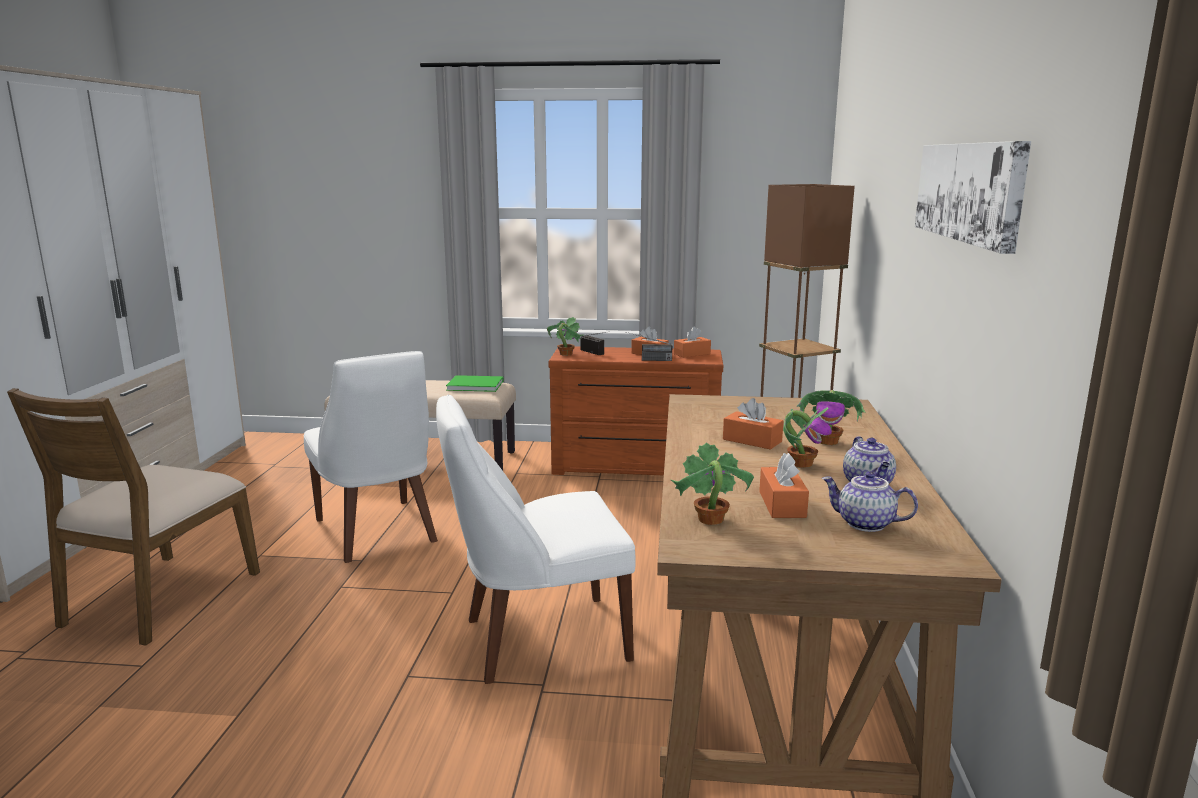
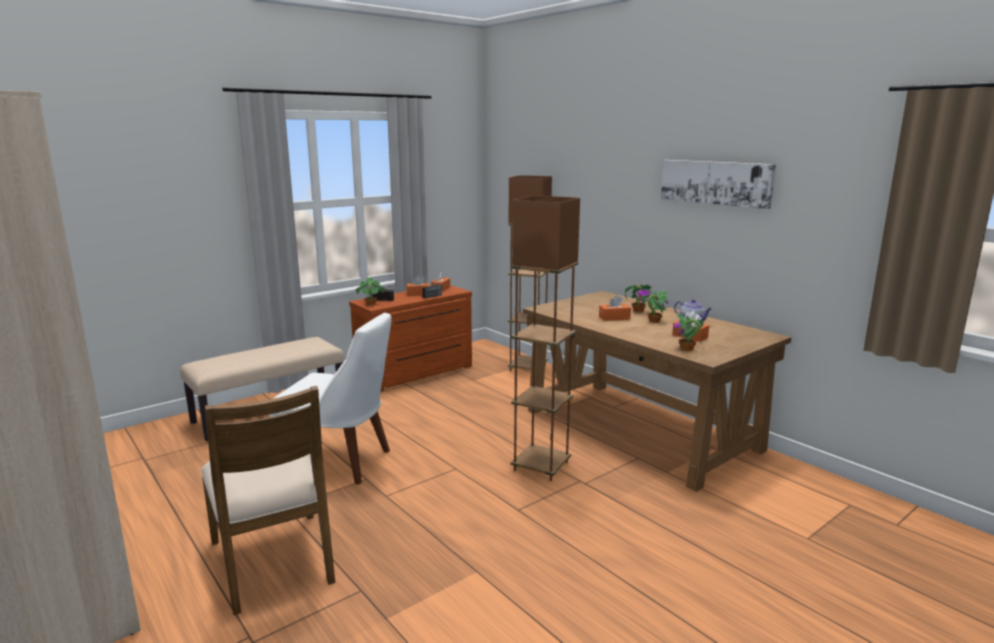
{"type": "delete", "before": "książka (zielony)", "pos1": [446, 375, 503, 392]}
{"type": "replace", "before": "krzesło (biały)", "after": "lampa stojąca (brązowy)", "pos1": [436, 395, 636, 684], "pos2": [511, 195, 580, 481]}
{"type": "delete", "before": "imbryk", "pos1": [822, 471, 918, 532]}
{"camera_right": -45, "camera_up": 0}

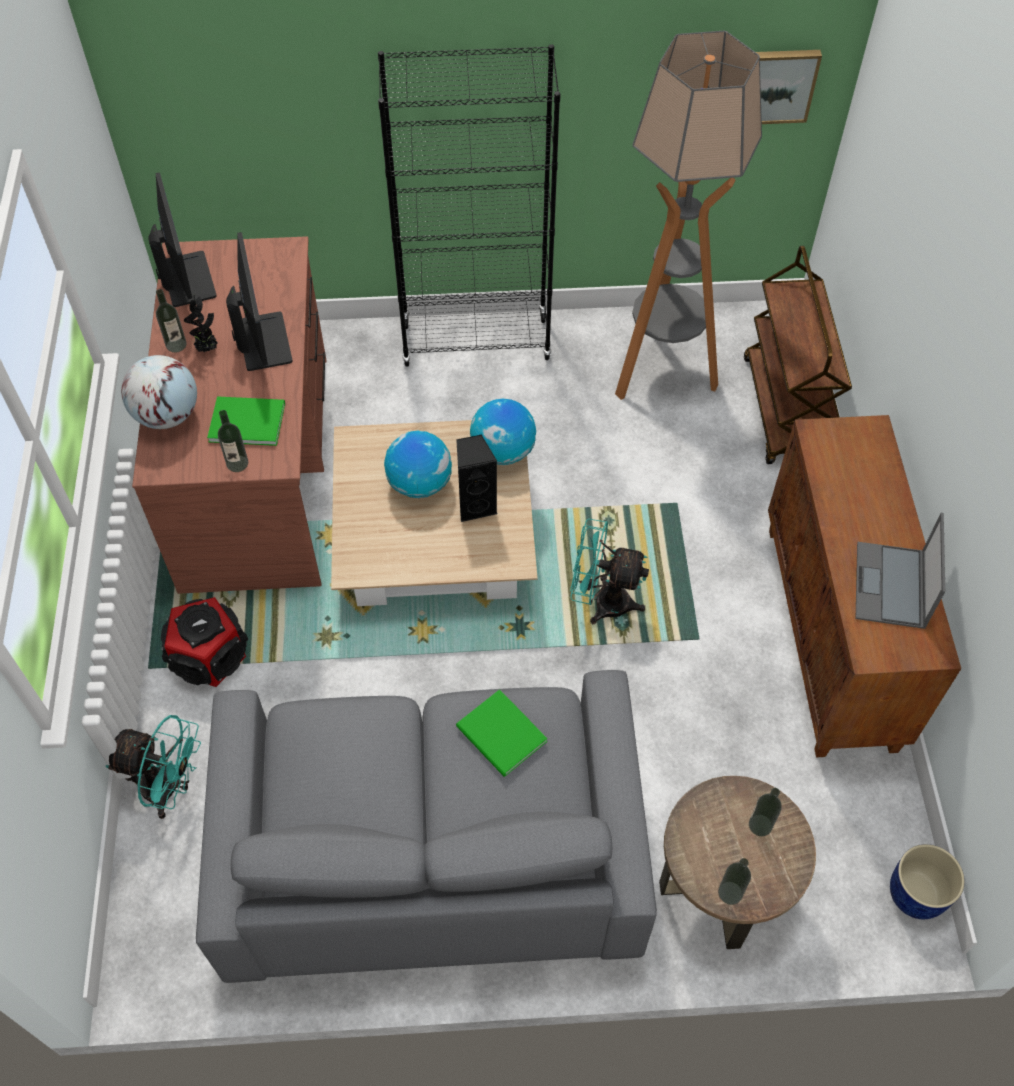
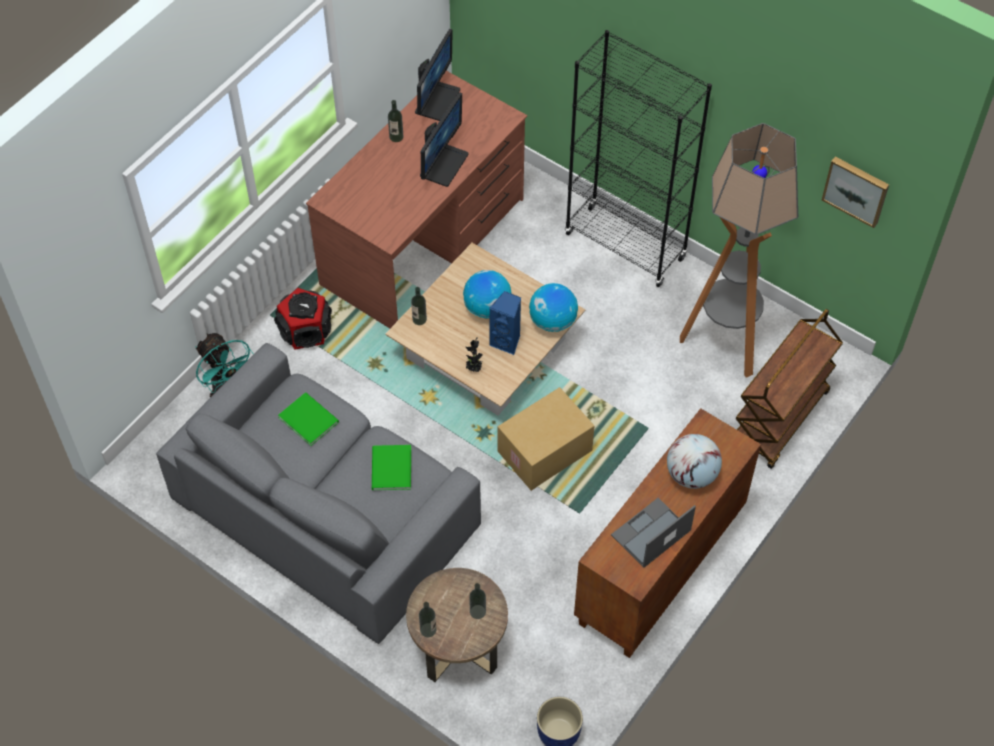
{"type": "move", "before": "roślina doniczkowa", "pos1": [184, 295, 217, 352], "pos2": [466, 337, 483, 372]}
{"type": "move", "before": "globus", "pos1": [121, 355, 197, 429], "pos2": [667, 434, 722, 489]}
{"type": "move", "before": "książka (zielony)", "pos1": [207, 396, 285, 446], "pos2": [278, 392, 339, 446]}
{"type": "move", "before": "butelka", "pos1": [218, 410, 248, 472], "pos2": [411, 287, 427, 325]}
{"type": "recolor", "before": "głośnik (czarny)", "after": "głośnik (niebieski)", "pos1": [456, 434, 498, 522], "pos2": [489, 291, 521, 355]}
{"type": "replace", "before": "wentylator (turkusowy)", "after": "karton", "pos1": [570, 519, 649, 624], "pos2": [498, 387, 595, 491]}
{"camera_right": 40, "camera_up": 0}

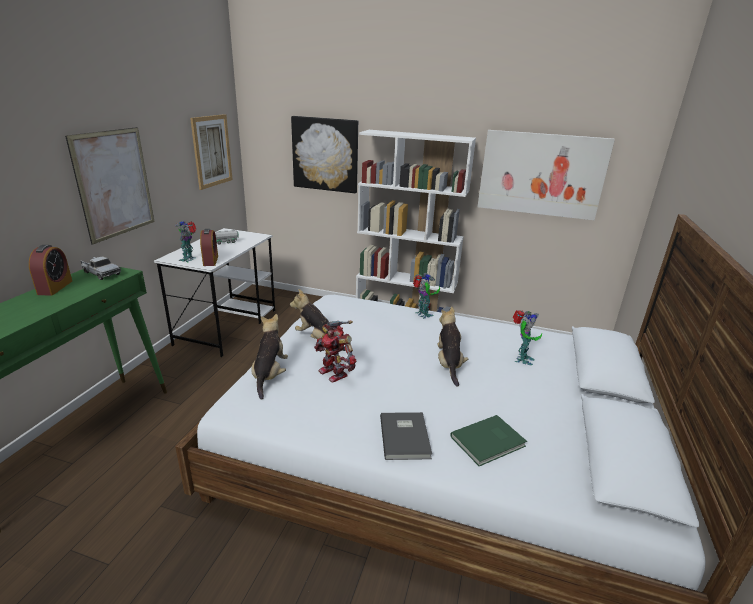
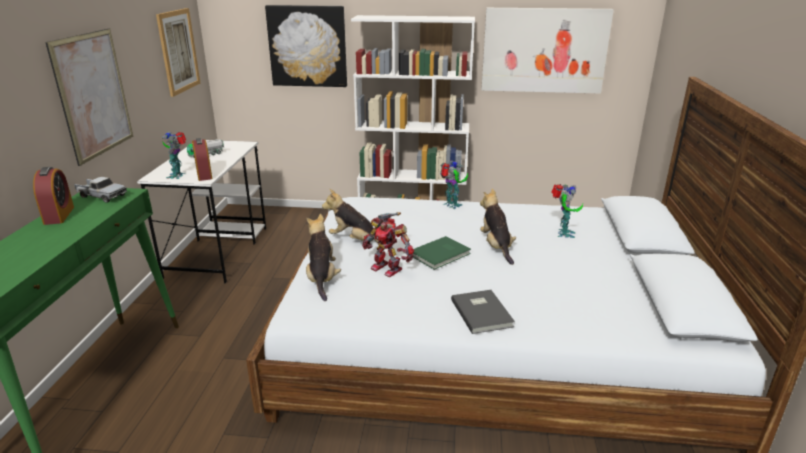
{"type": "move", "before": "książka (zielony)", "pos1": [450, 415, 527, 466], "pos2": [413, 236, 471, 270]}
{"camera_right": -10, "camera_up": 0}

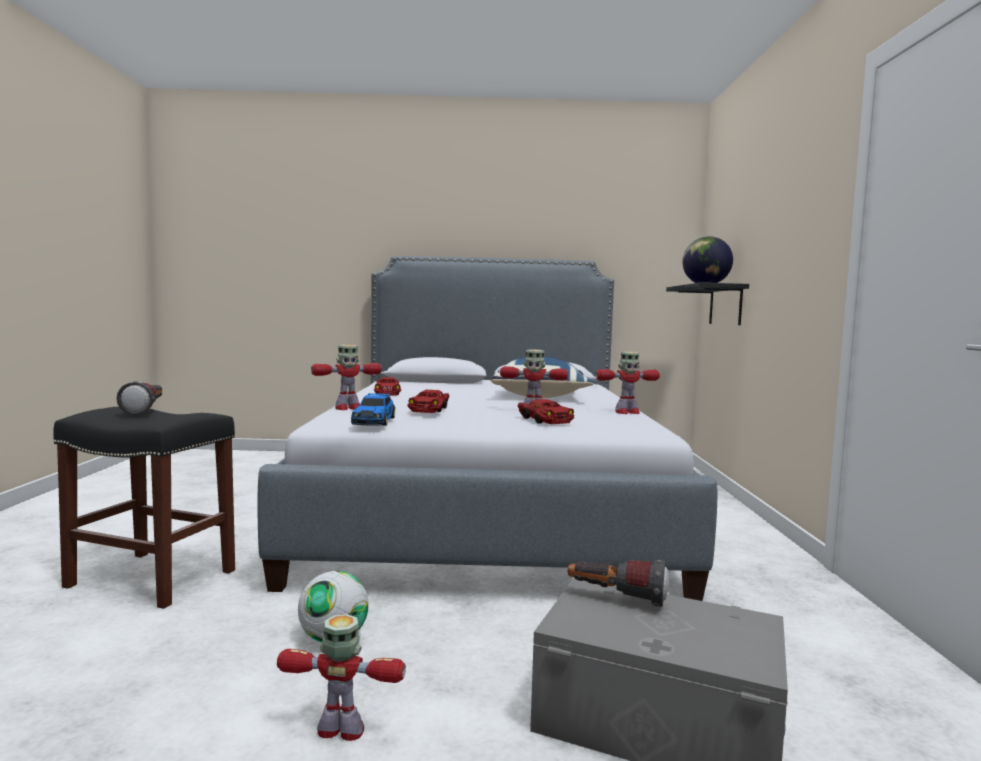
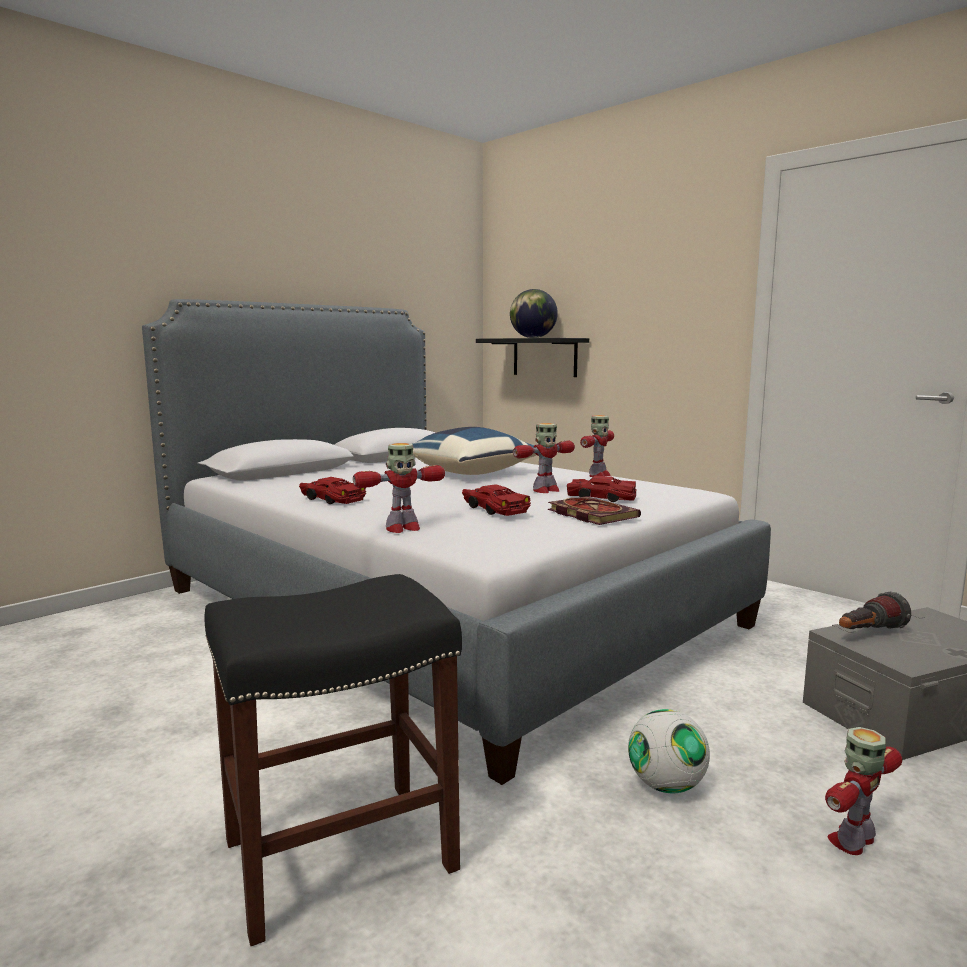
{"type": "rotate", "before": "robot zabawkowy", "pos1": [311, 345, 382, 410], "pos2": [353, 443, 445, 533], "turn": 45}
{"type": "delete", "before": "latarka", "pos1": [116, 381, 162, 416]}
{"type": "delete", "before": "samochodzik", "pos1": [351, 393, 395, 426]}
{"type": "insert", "after": "książka", "pos2": [548, 496, 641, 525]}
{"camera_right": -45, "camera_up": 5}

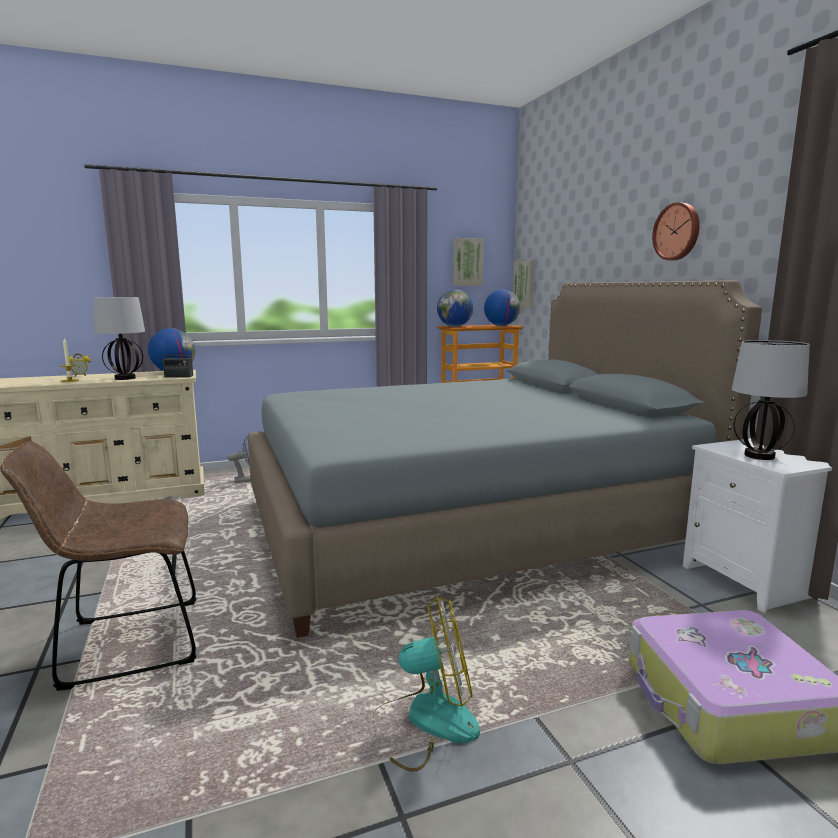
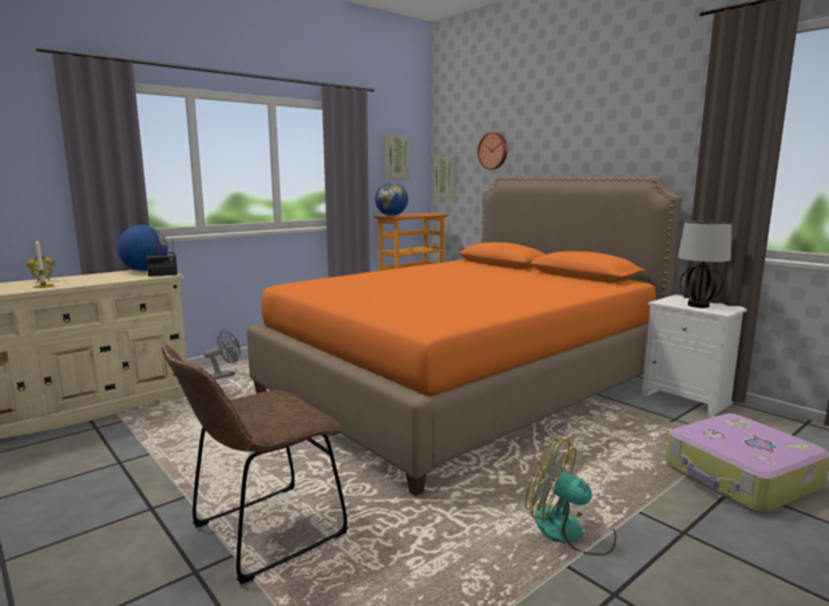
{"type": "move", "before": "zegar ścienny", "pos1": [652, 202, 700, 260], "pos2": [477, 132, 508, 170]}
{"type": "recolor", "before": "łóżko (szary)", "after": "łóżko (pomarańczowy)", "pos1": [248, 280, 762, 638], "pos2": [247, 177, 682, 496]}
{"type": "delete", "before": "globus", "pos1": [484, 290, 520, 326]}
{"type": "delete", "before": "lampa stołowa", "pos1": [93, 297, 145, 380]}
{"type": "rotate", "before": "wentylator", "pos1": [373, 596, 480, 772], "pos2": [525, 439, 617, 556], "turn": -120}
{"camera_right": -20, "camera_up": 0}

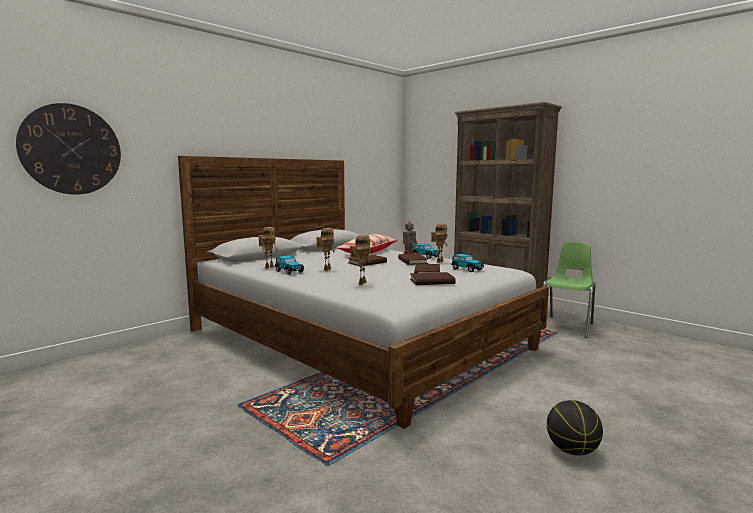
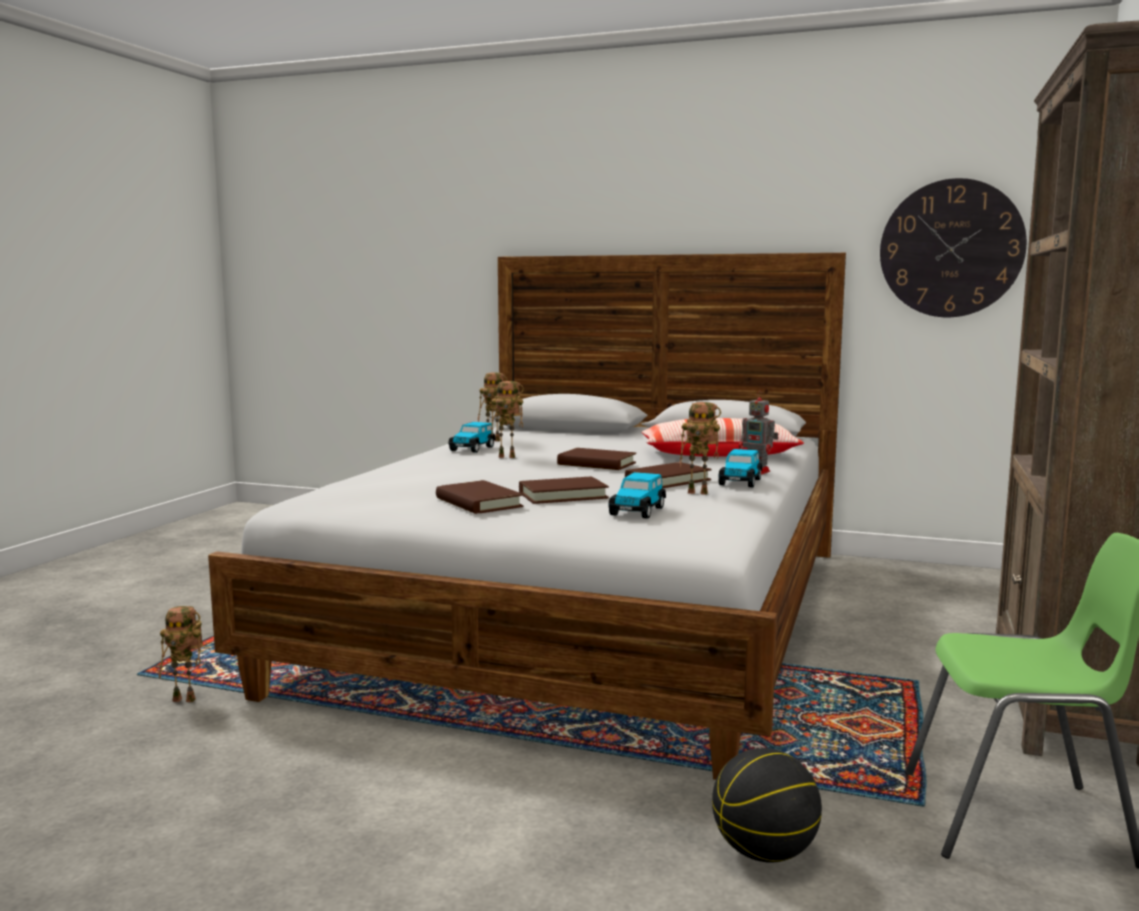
{"type": "move", "before": "zegar ścienny", "pos1": [16, 103, 121, 195], "pos2": [880, 178, 1027, 317]}
{"type": "move", "before": "robot zabawkowy", "pos1": [350, 235, 371, 285], "pos2": [158, 606, 203, 702]}
{"type": "move", "before": "piłka do koszykówki", "pos1": [547, 400, 603, 455], "pos2": [712, 748, 822, 862]}
{"camera_right": 65, "camera_up": 0}

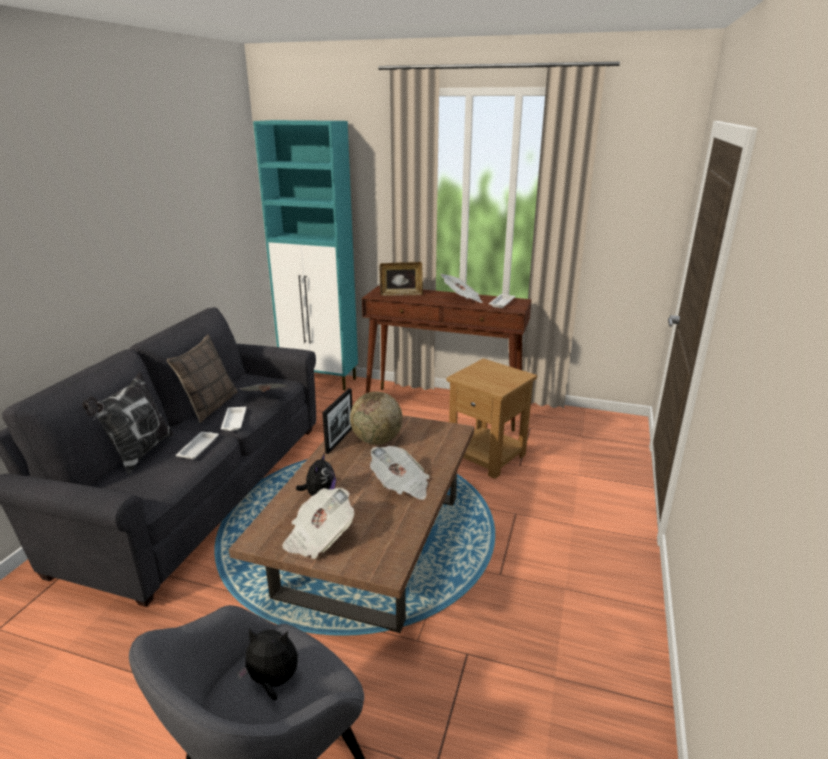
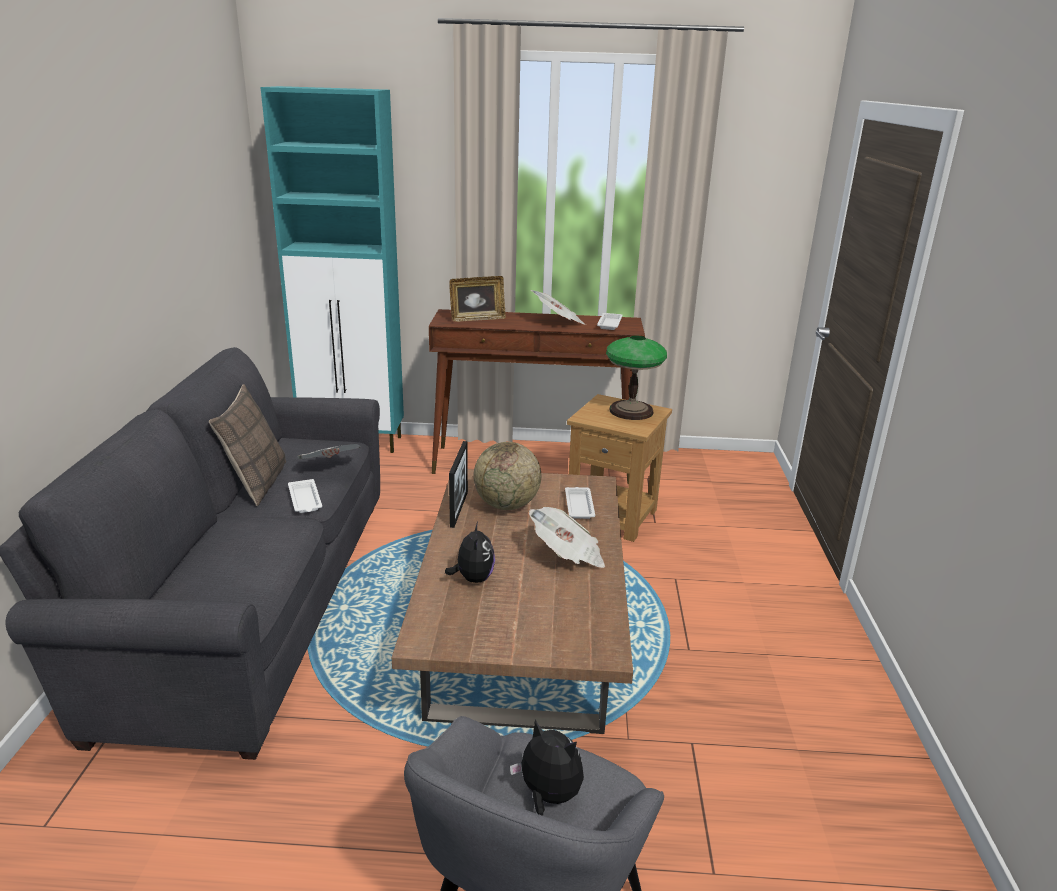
{"type": "delete", "before": "poduszka", "pos1": [82, 372, 174, 475]}
{"type": "move", "before": "taca (biały)", "pos1": [176, 432, 219, 459], "pos2": [565, 487, 595, 519]}
{"type": "delete", "before": "gazeta", "pos1": [282, 488, 354, 559]}
{"type": "rotate", "before": "pluszak", "pos1": [237, 629, 298, 700], "pos2": [510, 720, 584, 816], "turn": 45}
{"type": "insert", "after": "lampa stołowa", "pos2": [606, 336, 667, 420]}
{"camera_right": -15, "camera_up": 0}

